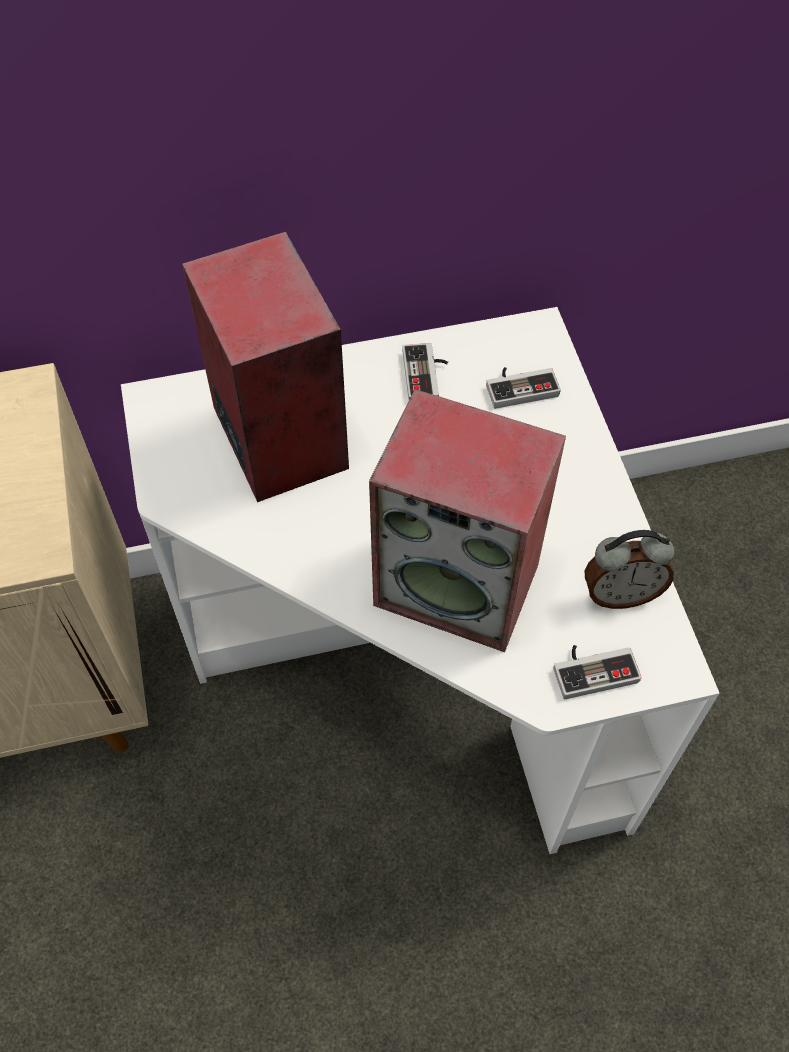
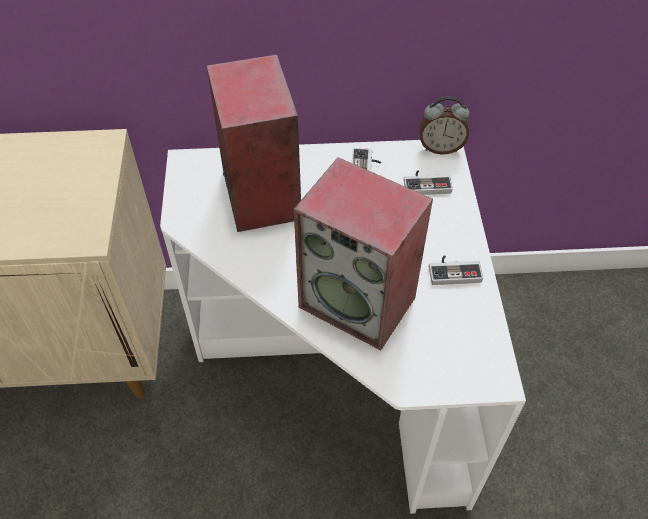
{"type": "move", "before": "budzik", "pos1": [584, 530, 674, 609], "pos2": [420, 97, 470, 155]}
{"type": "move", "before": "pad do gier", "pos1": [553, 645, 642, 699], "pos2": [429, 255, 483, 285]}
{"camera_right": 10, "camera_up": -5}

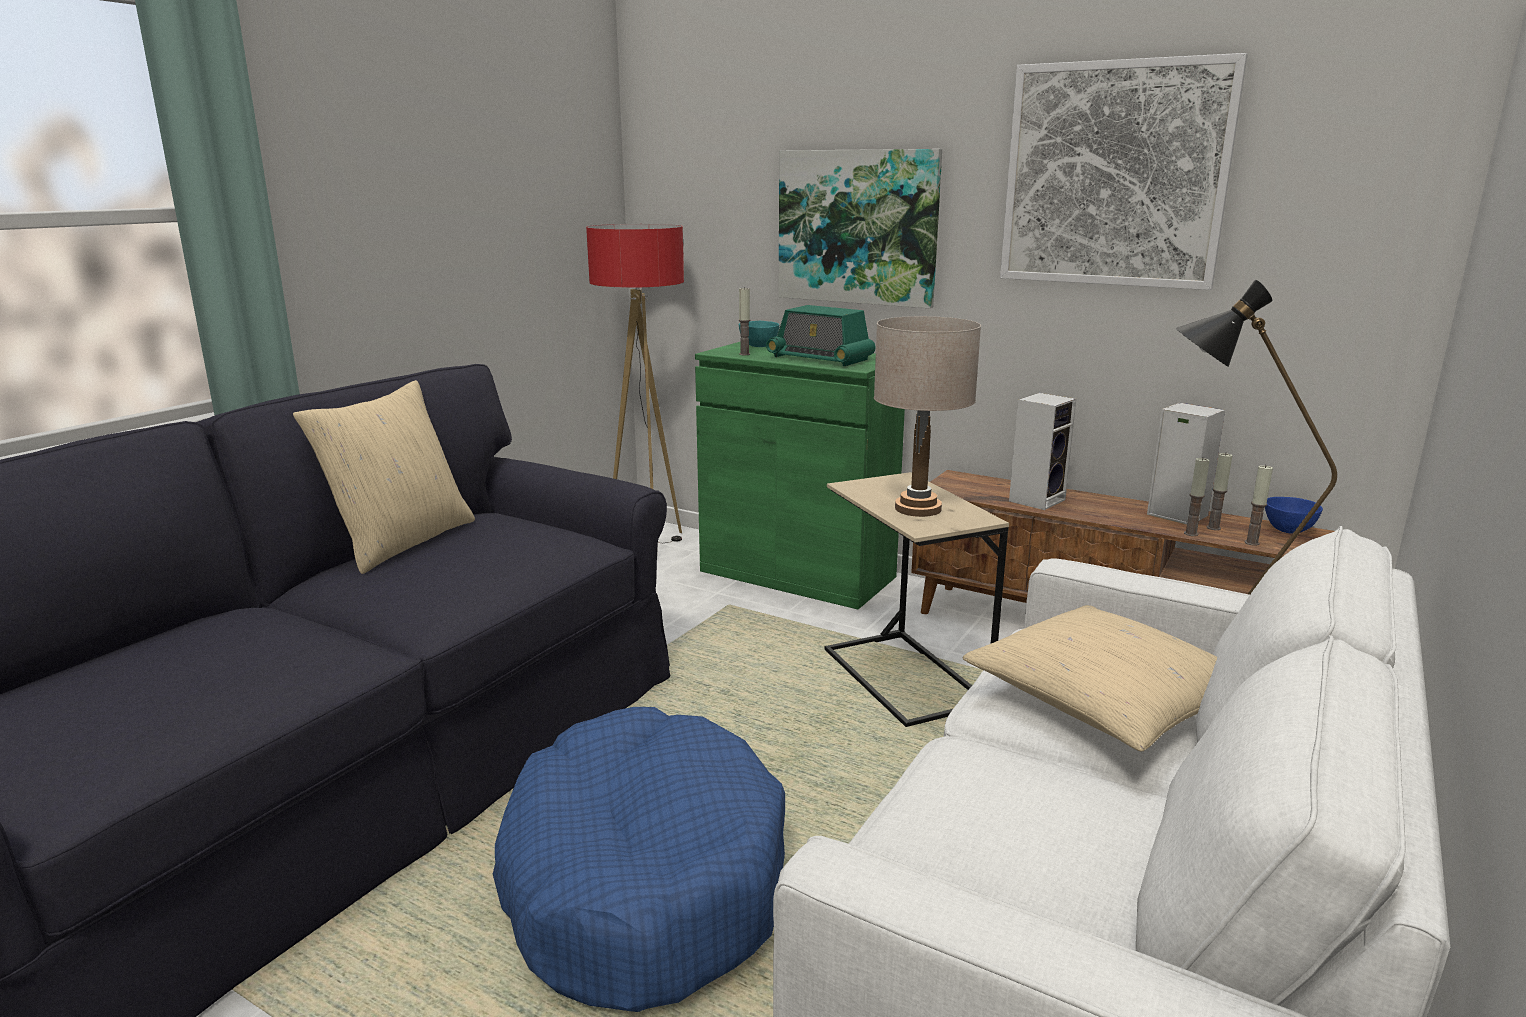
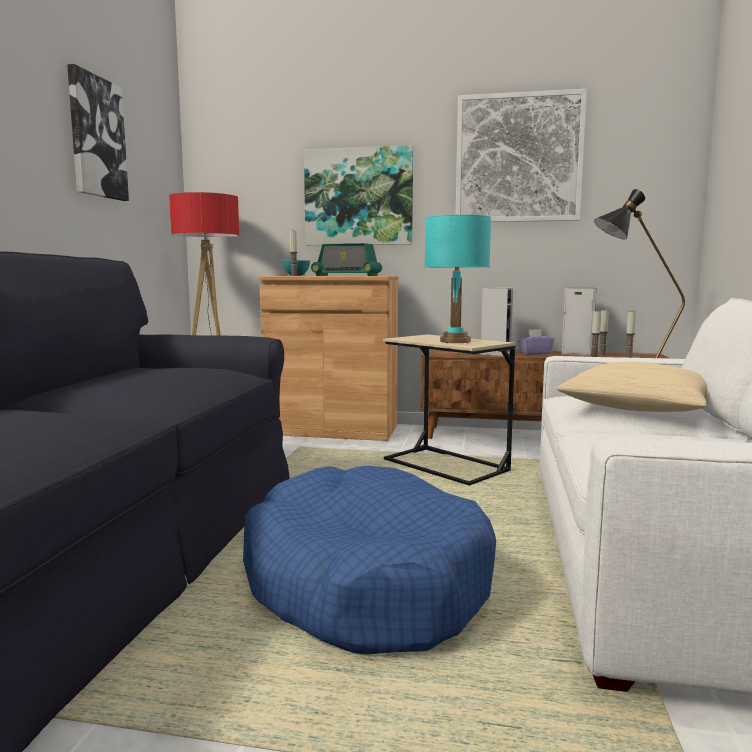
{"type": "recolor", "before": "lampa stołowa (beżowy)", "after": "lampa stołowa (turkusowy)", "pos1": [874, 316, 981, 517], "pos2": [425, 215, 491, 343]}
{"type": "recolor", "before": "szafka (zielony)", "after": "szafka (brązowy)", "pos1": [695, 342, 905, 610], "pos2": [259, 276, 398, 441]}
{"type": "delete", "before": "poduszka (beżowy)", "pos1": [293, 380, 475, 574]}
{"type": "delete", "before": "miska (niebieski)", "pos1": [1265, 497, 1323, 534]}
{"type": "insert", "after": "obraz", "pos2": [67, 64, 129, 201]}
{"type": "insert", "after": "pudełko chusteczek (fioletowy)", "pos2": [518, 329, 554, 355]}
{"camera_right": -20, "camera_up": -10}

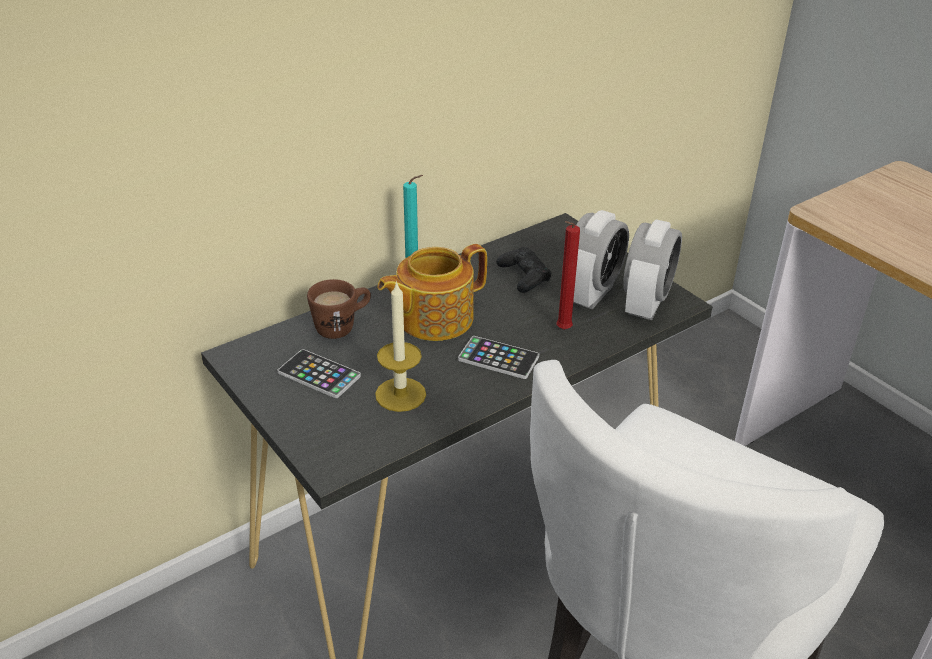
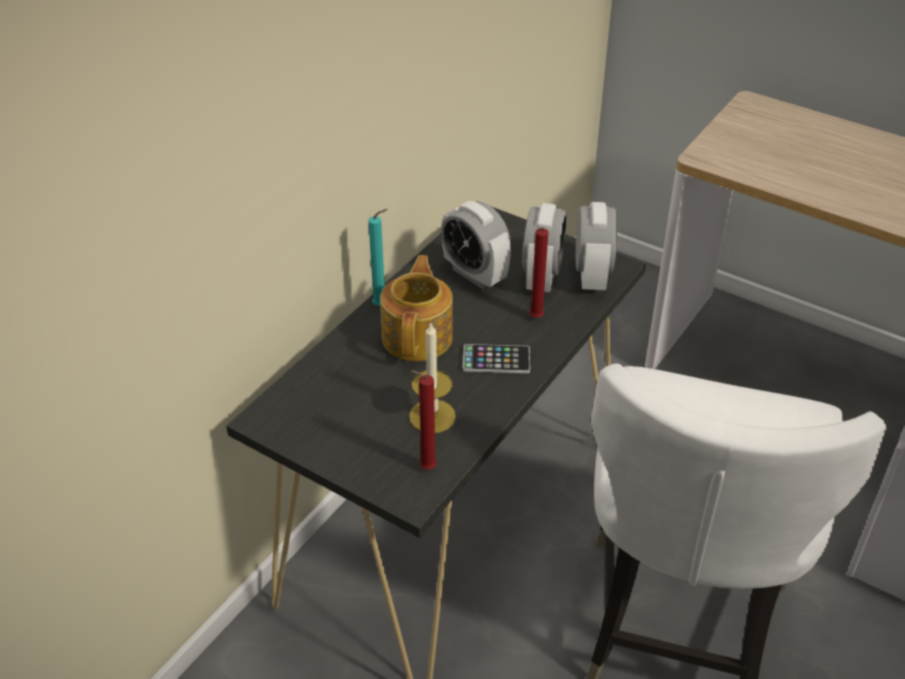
{"type": "rotate", "before": "imbryk", "pos1": [377, 244, 487, 341], "pos2": [380, 255, 453, 361], "turn": 150}
{"type": "replace", "before": "pad do gier (czarny)", "after": "budzik", "pos1": [496, 247, 552, 293], "pos2": [441, 201, 511, 289]}
{"type": "delete", "before": "kubek (brązowy)", "pos1": [307, 279, 371, 339]}
{"type": "delete", "before": "telefon", "pos1": [278, 349, 361, 398]}
{"type": "insert", "after": "świeca (czerwony)", "pos2": [410, 370, 437, 470]}
{"camera_right": -20, "camera_up": 5}

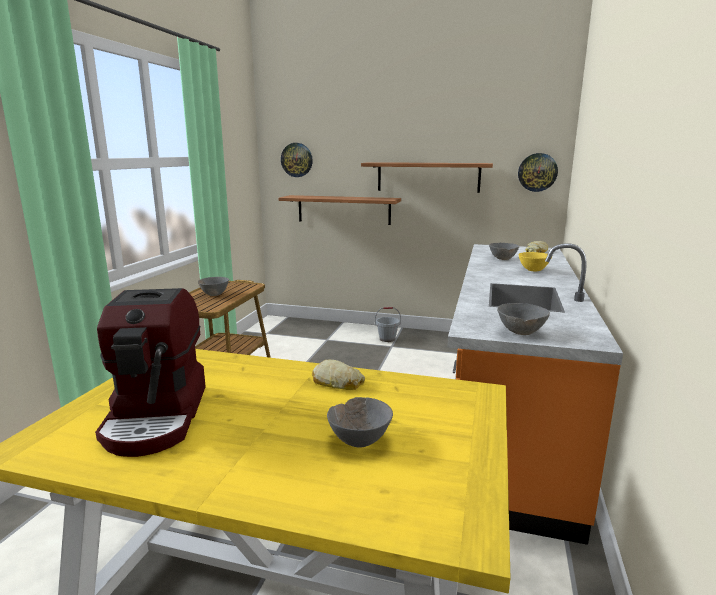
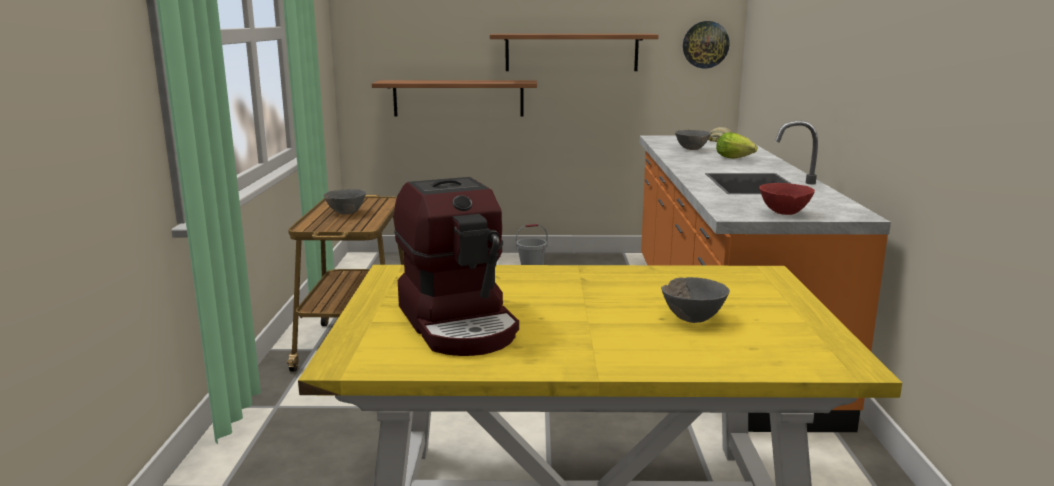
{"type": "delete", "before": "zegar ścienny", "pos1": [281, 143, 313, 177]}
{"type": "replace", "before": "miska (żółty)", "after": "sałata", "pos1": [519, 252, 552, 272], "pos2": [716, 132, 757, 159]}
{"type": "recolor", "before": "miska (szary)", "after": "miska (czerwony)", "pos1": [497, 303, 550, 335], "pos2": [759, 183, 815, 215]}
{"type": "delete", "before": "chleb", "pos1": [312, 360, 365, 390]}
{"camera_right": -15, "camera_up": 0}

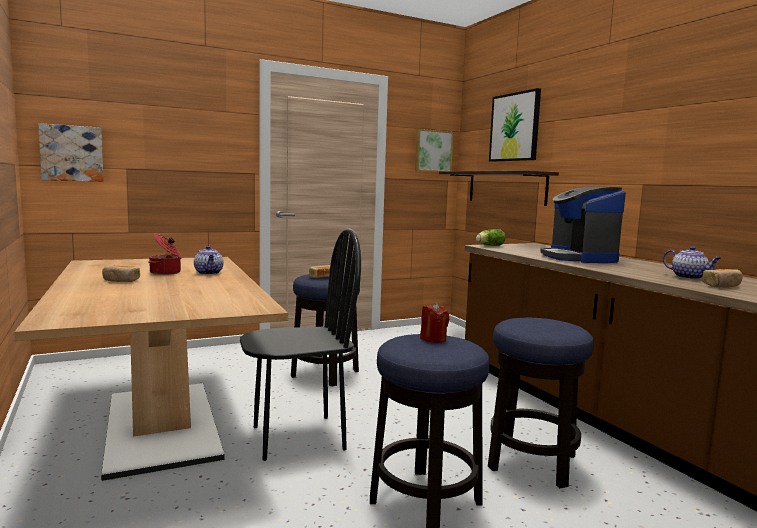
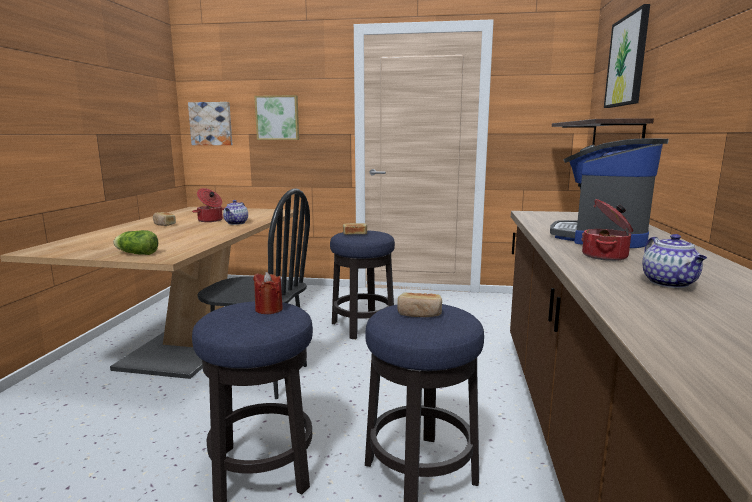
{"type": "move", "before": "obraz", "pos1": [415, 129, 454, 172], "pos2": [254, 95, 299, 140]}
{"type": "move", "before": "sałata", "pos1": [476, 229, 505, 246], "pos2": [113, 230, 158, 255]}
{"type": "move", "before": "chleb", "pos1": [702, 269, 743, 288], "pos2": [397, 293, 442, 317]}
{"type": "insert", "after": "garnek", "pos2": [582, 199, 633, 261]}
{"camera_right": 35, "camera_up": 5}

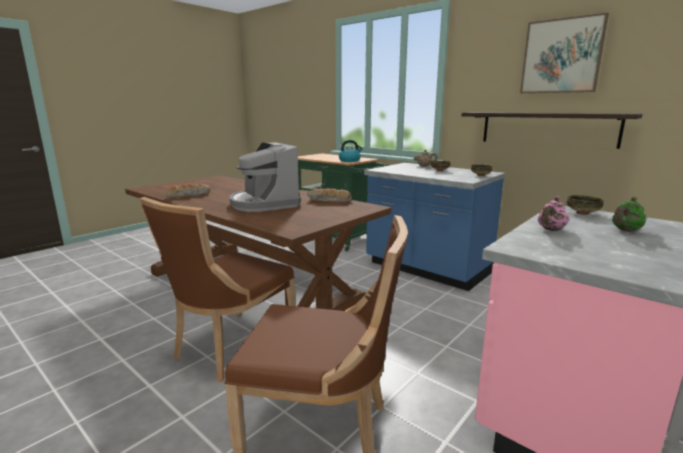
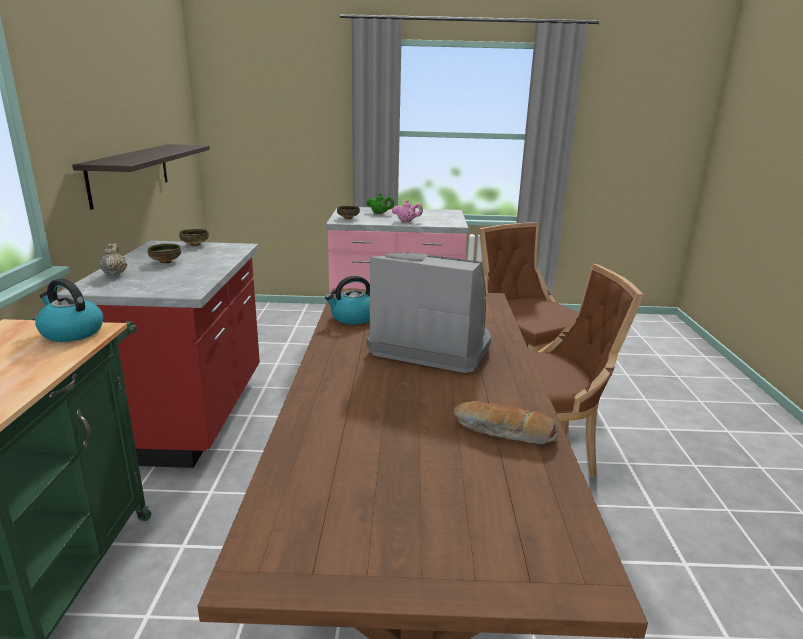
{"type": "delete", "before": "obraz", "pos1": [520, 13, 609, 93]}
{"type": "rotate", "before": "ekspres do kawy", "pos1": [230, 142, 301, 212], "pos2": [367, 253, 491, 373], "turn": -90}
{"type": "recolor", "before": "zabudowa kuchenna (niebieski)", "after": "zabudowa kuchenna (czerwony)", "pos1": [364, 163, 505, 291], "pos2": [57, 241, 260, 468]}
{"type": "replace", "before": "chleb", "after": "czajnik", "pos1": [307, 188, 352, 202], "pos2": [325, 276, 370, 324]}
{"camera_right": -130, "camera_up": 5}

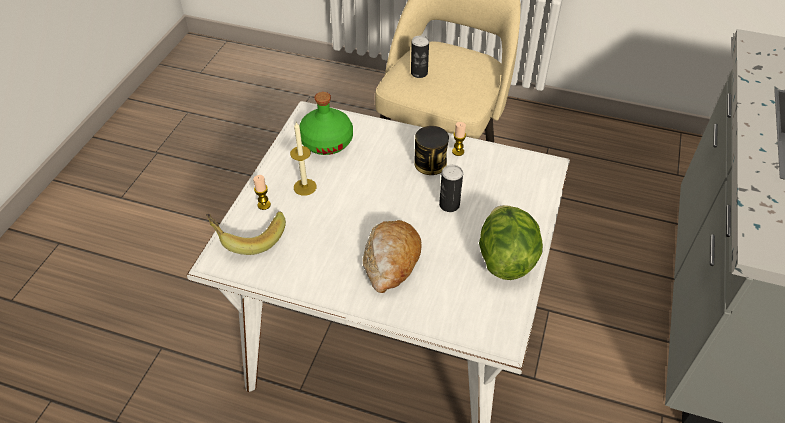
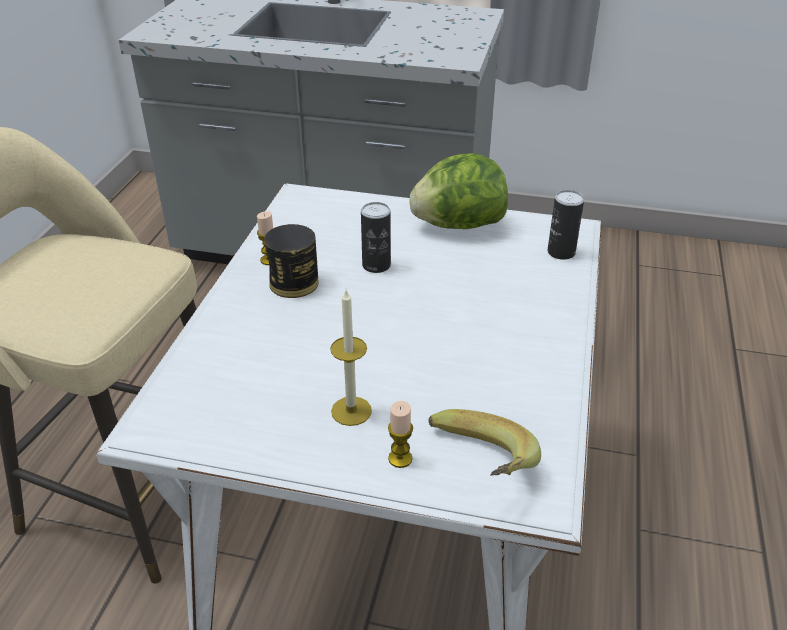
{"type": "move", "before": "puszka", "pos1": [411, 35, 429, 78], "pos2": [547, 190, 584, 260]}
{"type": "delete", "before": "butelka (zielony)", "pos1": [299, 92, 353, 155]}
{"type": "delete", "before": "chleb", "pos1": [363, 220, 422, 293]}
{"camera_right": -95, "camera_up": -10}

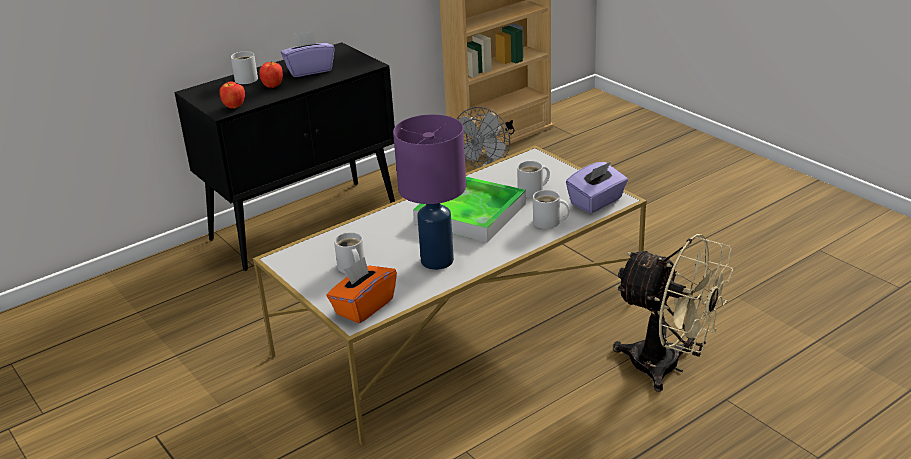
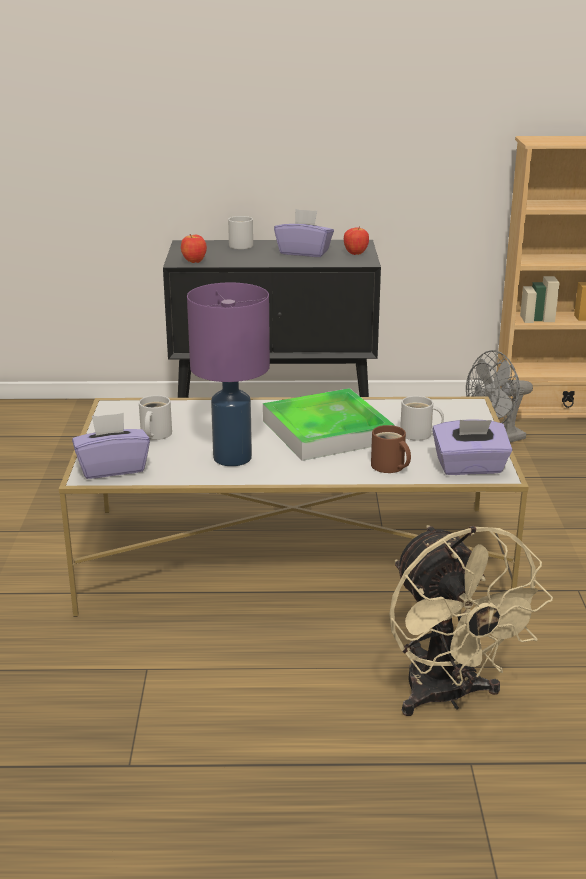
{"type": "move", "before": "jabłko", "pos1": [259, 61, 283, 88], "pos2": [344, 226, 369, 255]}
{"type": "recolor", "before": "kubek (biały)", "after": "kubek (brązowy)", "pos1": [533, 190, 570, 229], "pos2": [371, 425, 411, 473]}
{"type": "recolor", "before": "pudełko chusteczek (pomarańczowy)", "after": "pudełko chusteczek (fioletowy)", "pos1": [326, 257, 397, 324], "pos2": [72, 413, 150, 479]}
{"camera_right": 35, "camera_up": -5}

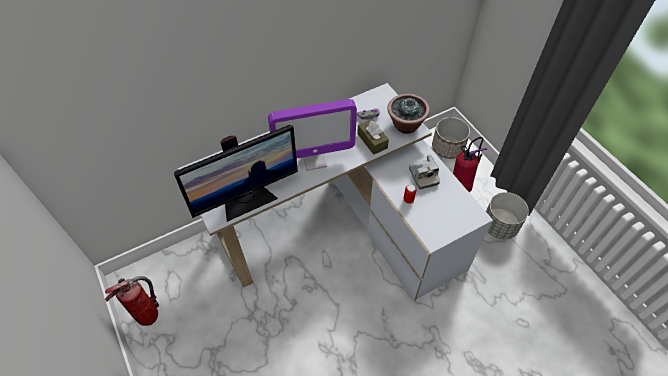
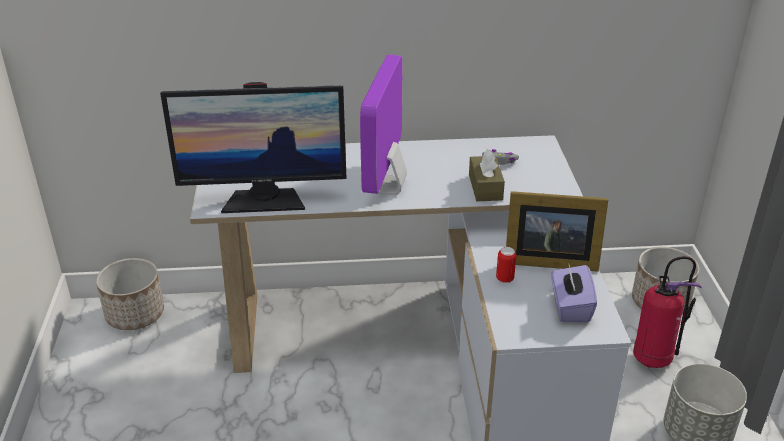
{"type": "delete", "before": "roślina doniczkowa", "pos1": [387, 94, 430, 134]}
{"type": "rotate", "before": "monitor", "pos1": [268, 99, 357, 171], "pos2": [360, 54, 407, 195], "turn": 90}
{"type": "replace", "before": "aparat fotograficzny", "after": "ramka na zdjęcie", "pos1": [409, 155, 440, 190], "pos2": [506, 191, 609, 272]}
{"type": "delete", "before": "gaśnica", "pos1": [105, 276, 159, 326]}
{"type": "insert", "after": "donica", "pos2": [96, 258, 164, 330]}
{"type": "insert", "after": "pudełko chusteczek (fioletowy)", "pos2": [552, 265, 597, 322]}
{"camera_right": 25, "camera_up": -20}

